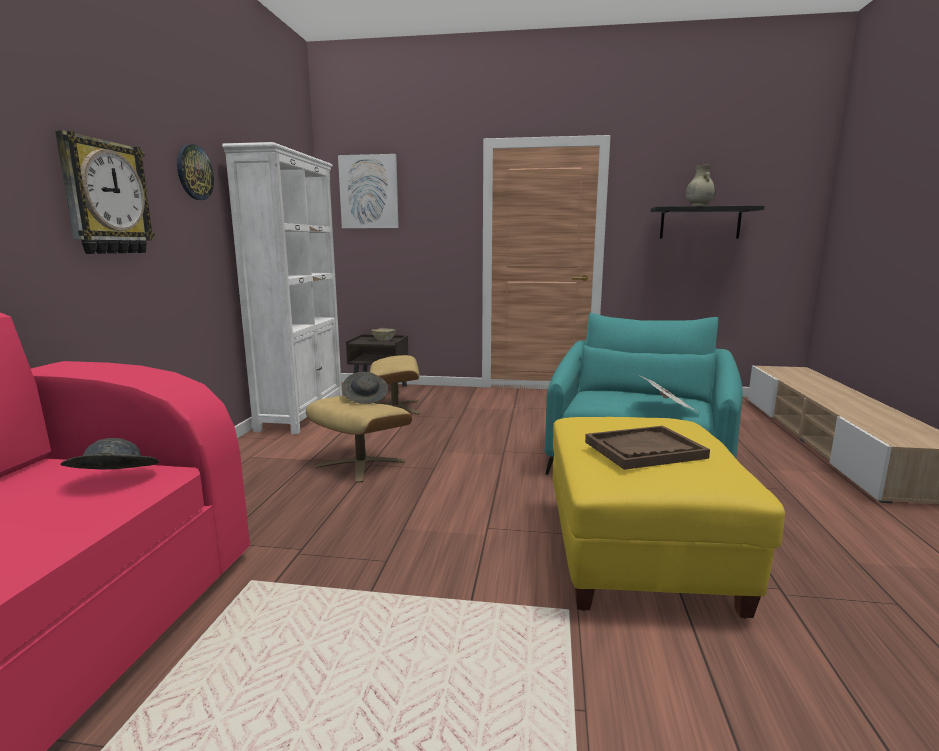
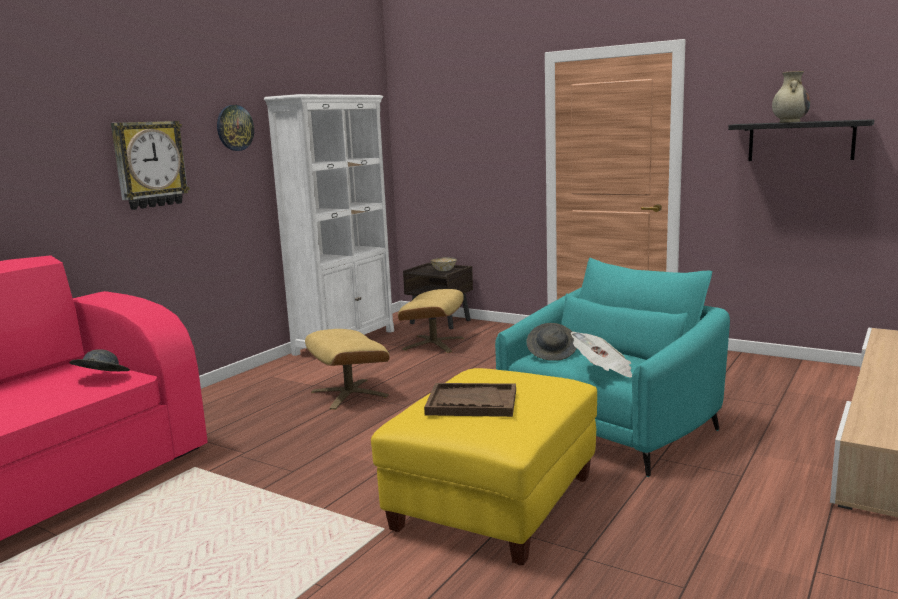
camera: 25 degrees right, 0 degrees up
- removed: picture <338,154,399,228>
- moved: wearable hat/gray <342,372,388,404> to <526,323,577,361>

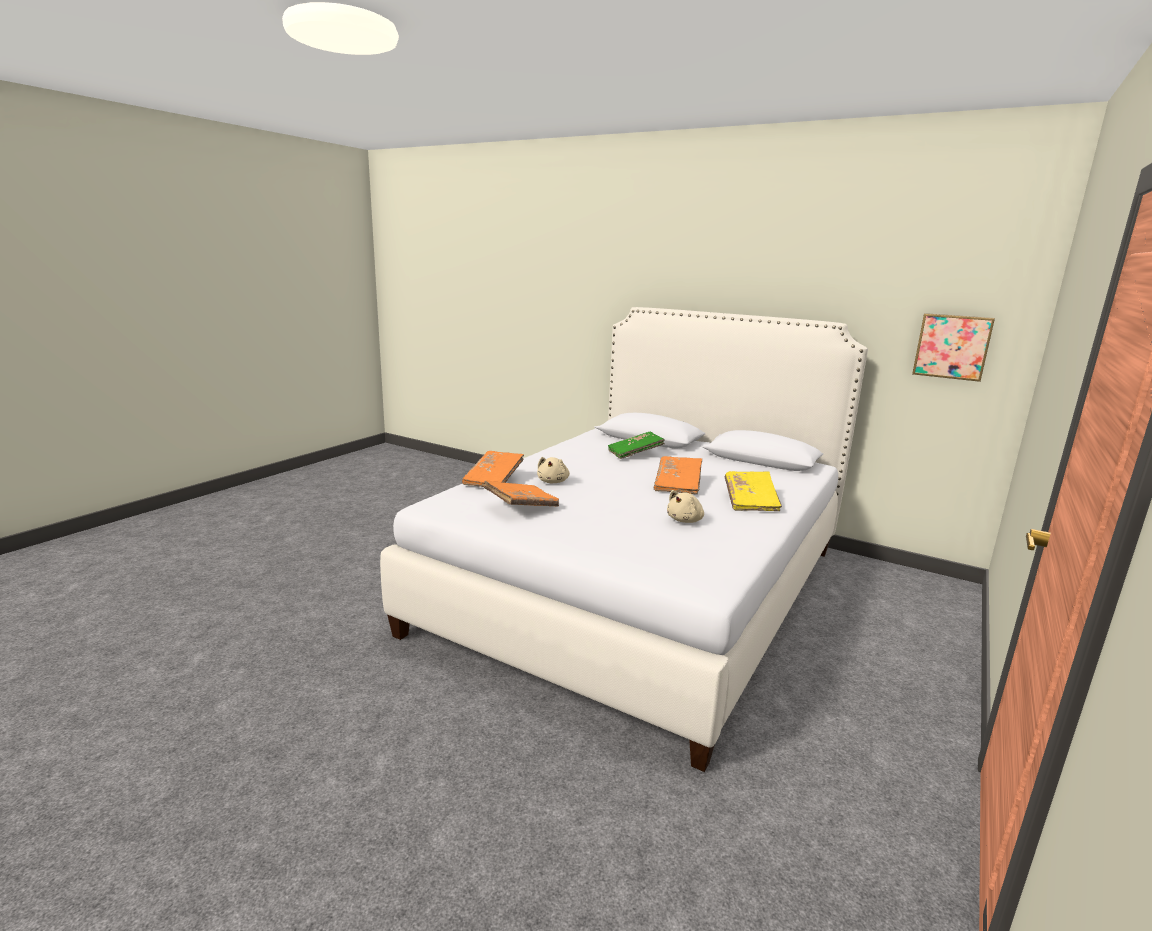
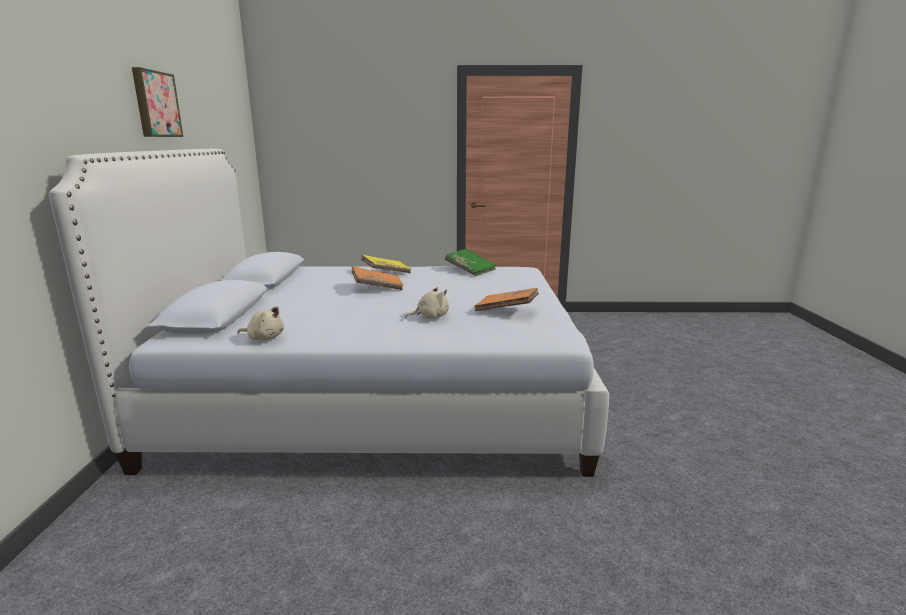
camera: 120 degrees left, 0 degrees up
- moved: picture <912,313,995,382> to <132,67,183,137>
- moved: bound book/green <608,432,665,459> to <445,249,497,276>
- removed: bound book/orange-coloured <462,451,524,487>
- moved: cuddly toy/sand-coloured <667,490,704,523> to <238,306,284,340>

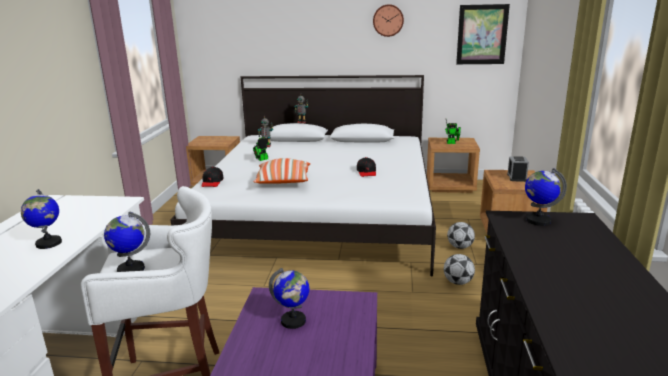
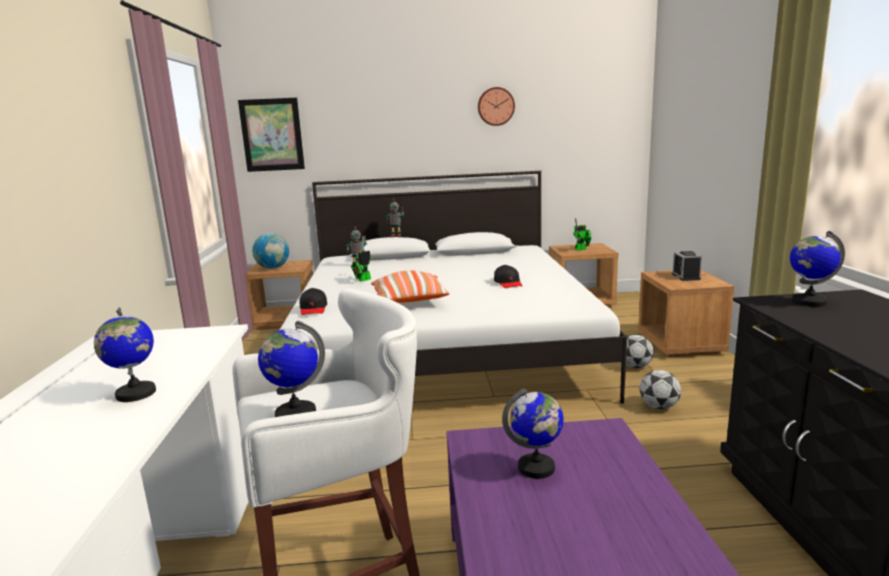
camera: 10 degrees left, 5 degrees down
- moved: picture <456,4,510,64> to <238,98,305,172>
- added: desk globe <252,233,289,269>

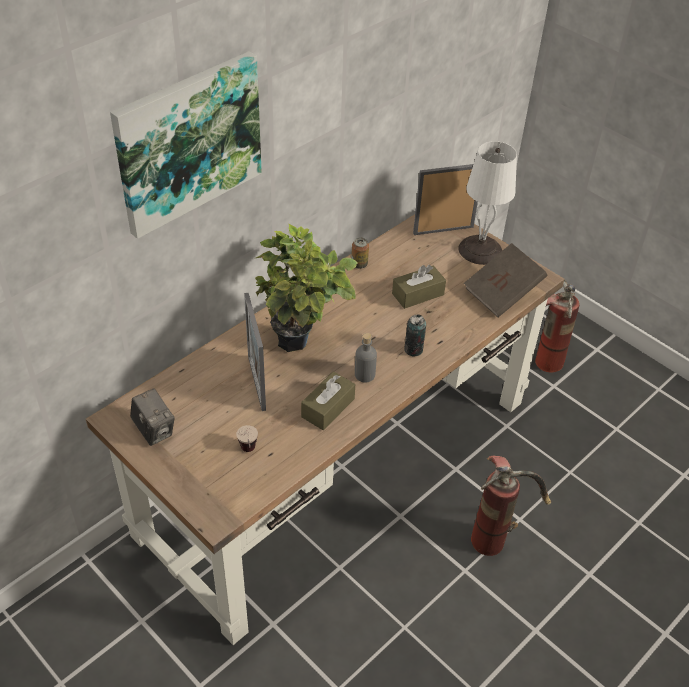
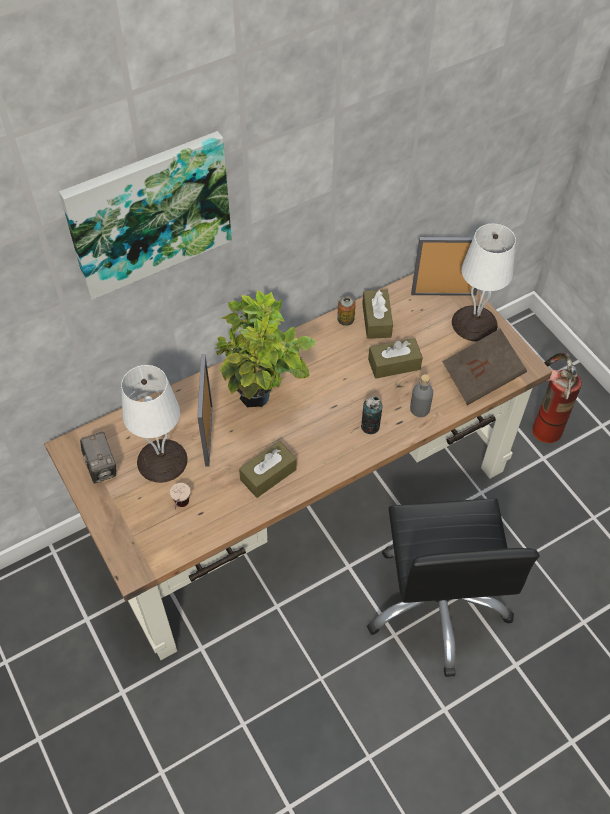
camera: 15 degrees right, 10 degrees up
- moved: bottle/gray <355,333,377,383> to <410,374,433,417>
- replaced: fire-fighting cylinder <471,456,551,556> to computer chair/blackish <367,498,540,677>
- added: box of tissues/brownish <362,289,393,339>
- added: tabletop lamp/white <121,365,187,483>

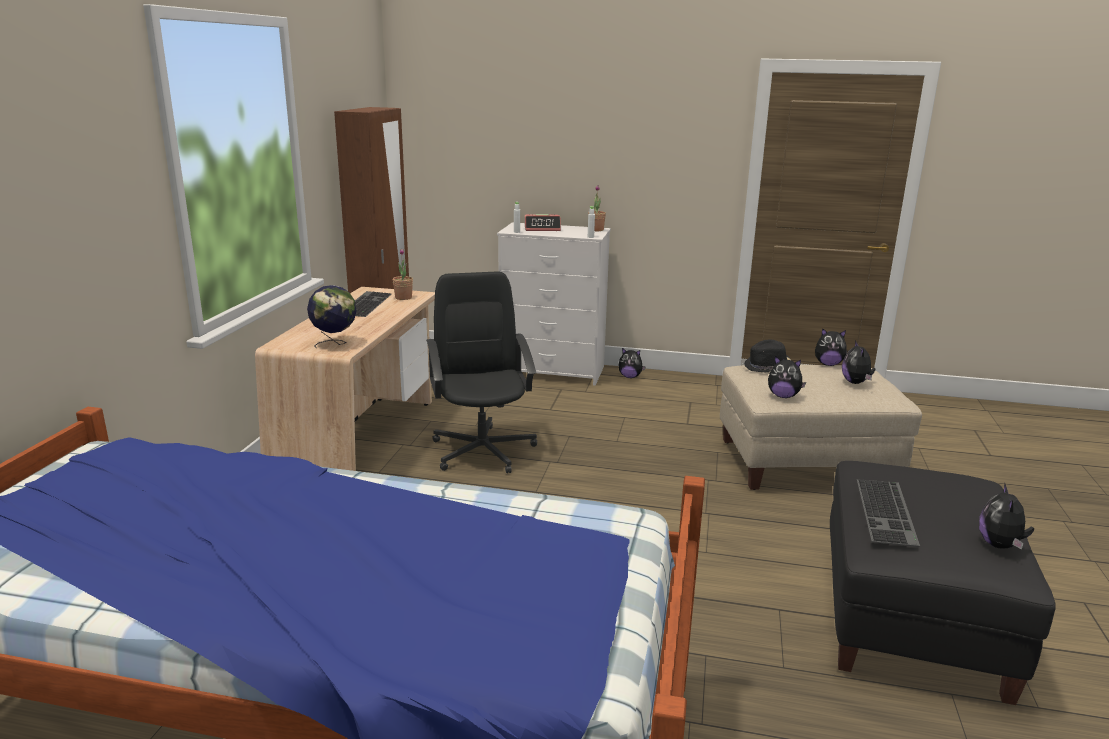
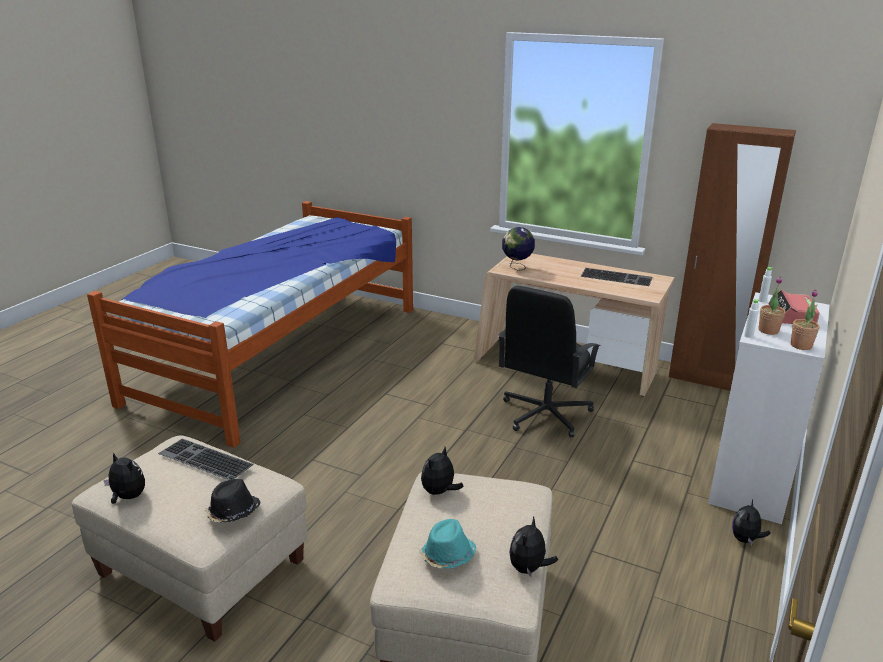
camera: 105 degrees right, 5 degrees up
- moved: houseplant <393,248,413,300> to <758,276,786,335>
- turned: computer chair/blackish <426,271,537,473> = <498,286,601,438> 120 degrees clockwise
- moved: wearable hat/blackish <744,339,791,373> to <205,479,261,523>
- replaced: cuddly toy <842,340,876,384> to wearable hat/blue-green <419,519,476,569>
- recoloured: footrest/blackish <830,461,1056,705> to footrest/sand-coloured <71,435,307,642>

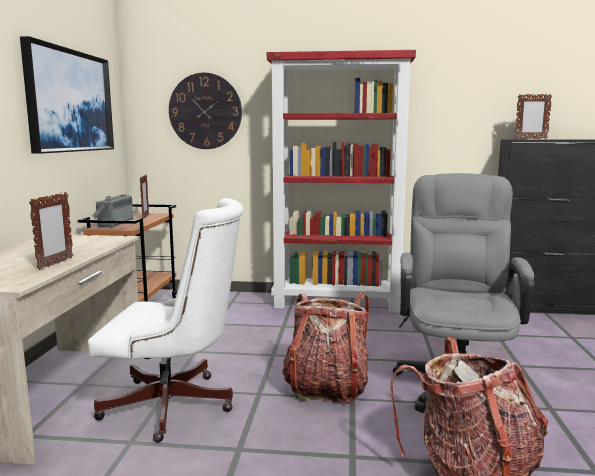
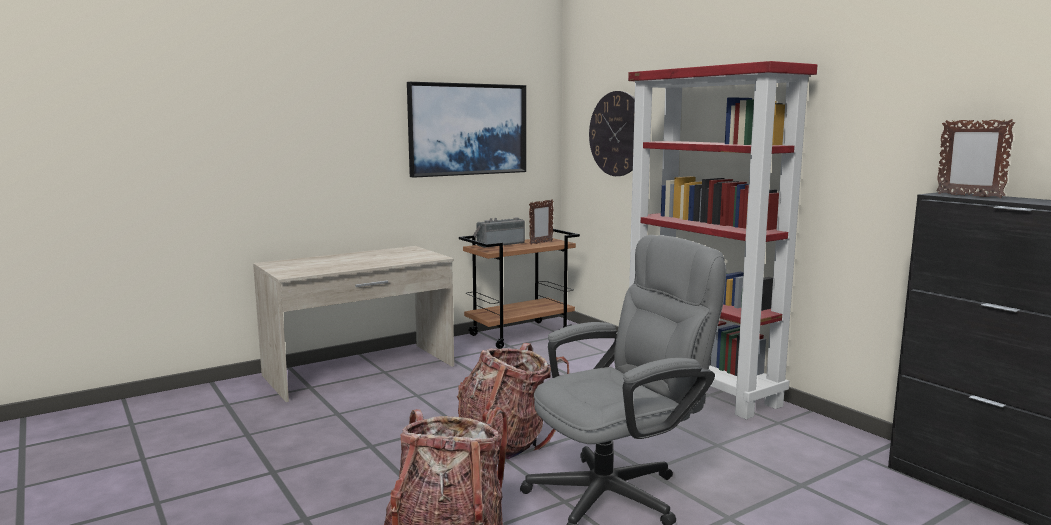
camera: 50 degrees right, 0 degrees up
- removed: standing frame <29,192,73,270>
- removed: computer chair/white <88,198,243,443>

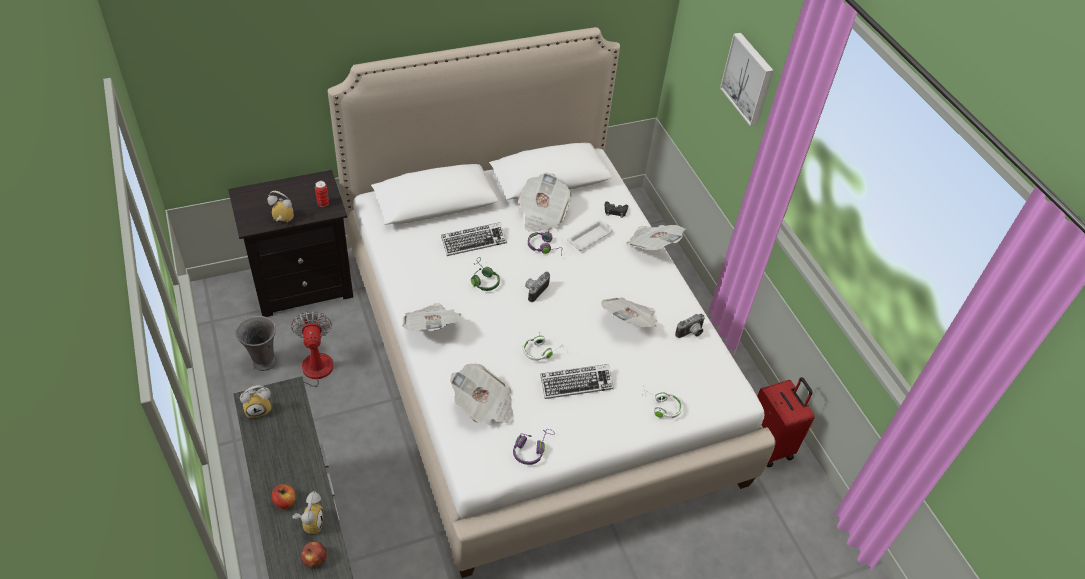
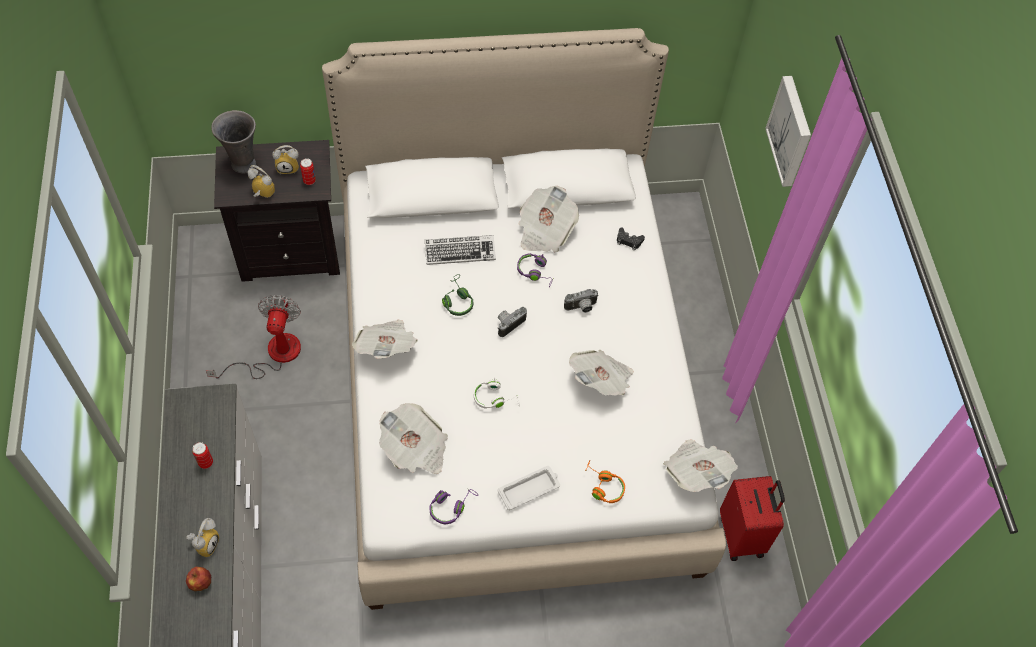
camera: 15 degrees right, 10 degrees up
- moved: serving tray/white <567,220,613,251> to <497,466,560,510>
- moved: daily paper <627,225,686,250> to <663,439,738,492>
- moved: still camera <675,314,705,338> to <564,289,599,313>
- moved: flower vase/gray <235,316,276,371> to <211,110,256,174>
- removed: keyboard <540,364,614,399>
- moved: table clock <240,385,271,418> to <272,145,299,174>
- recoloured: headset/white <642,386,683,418> to headset/orange-coloured <585,460,625,503>
- removed: apple <271,484,296,509>
- added: sealed can <192,442,213,469>

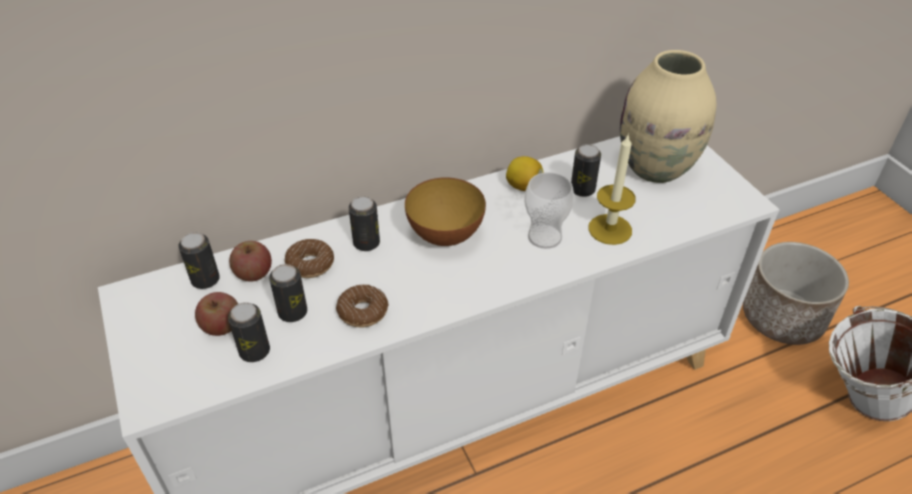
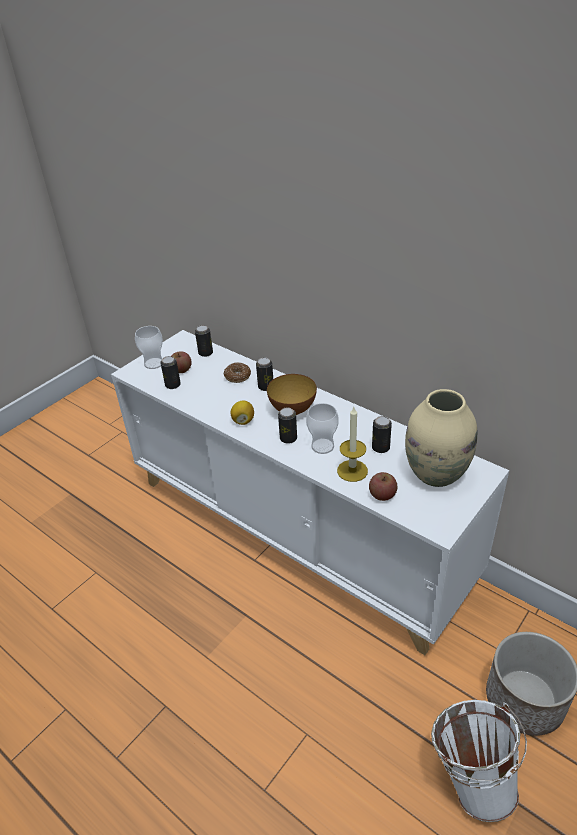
camera: 65 degrees right, 5 degrees down
- moved: citrus fruit <506,156,543,191> to <230,400,254,425>
- moved: apple <229,241,272,282> to <369,472,397,501>
- moved: sealed can <269,264,307,322> to <278,408,297,444>
- removed: doughnut <336,284,389,327>
- added: small cup <135,326,163,369>

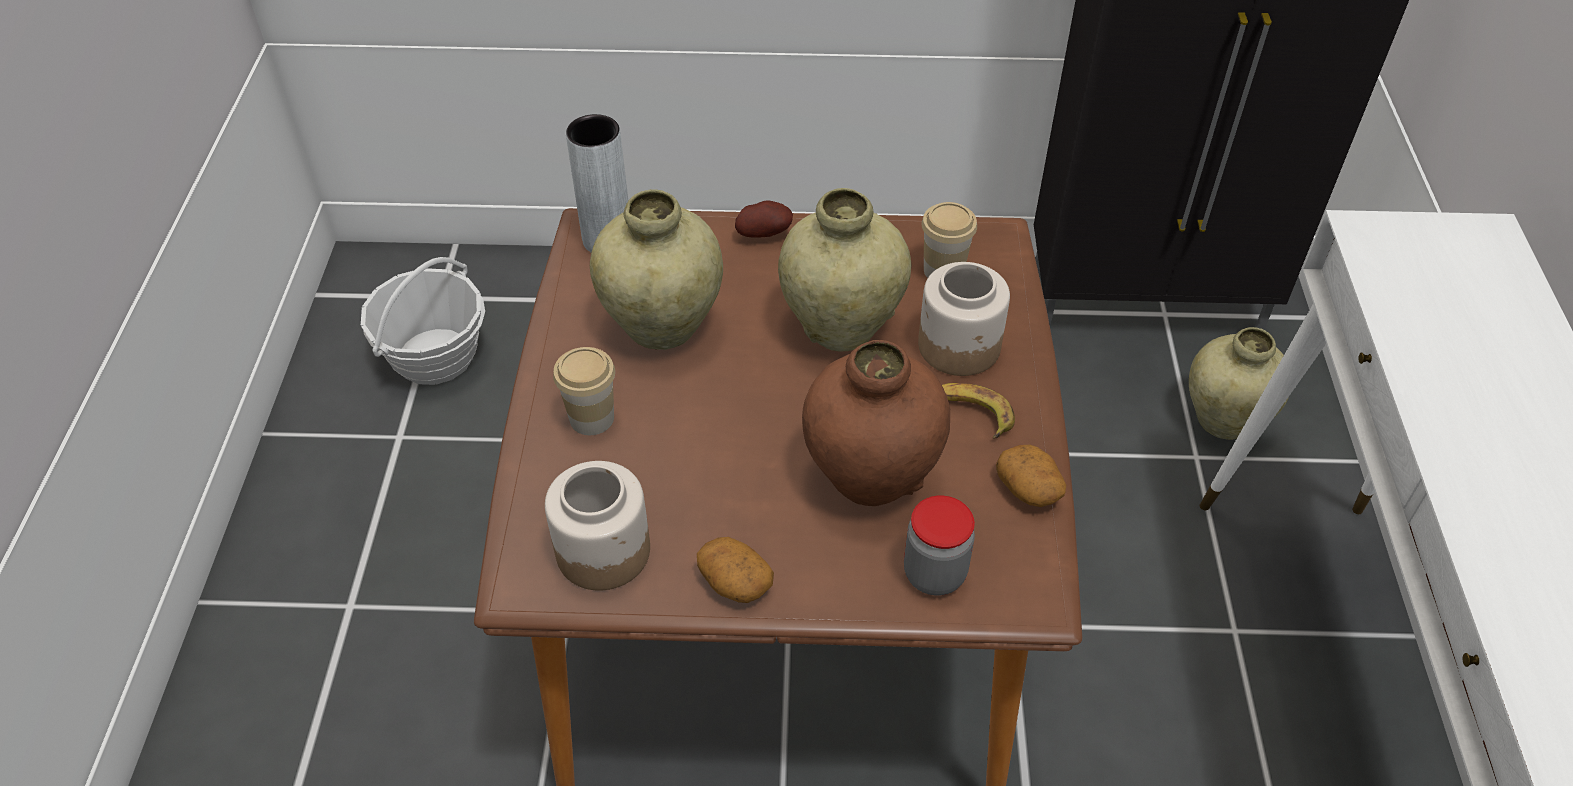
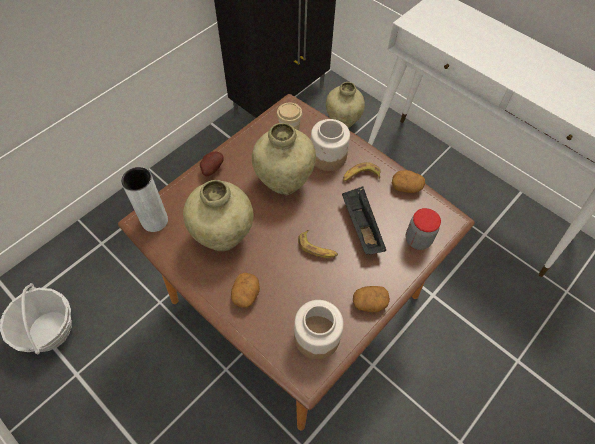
camera: 50 degrees left, 10 degrees up
- replaced: flower vase/brownish <802,340,950,506> to serving tray/blackish <342,187,386,255>
- replaced: small cup <553,347,615,435> to potato <231,272,260,308>
- added: whole banana <298,230,338,258>

